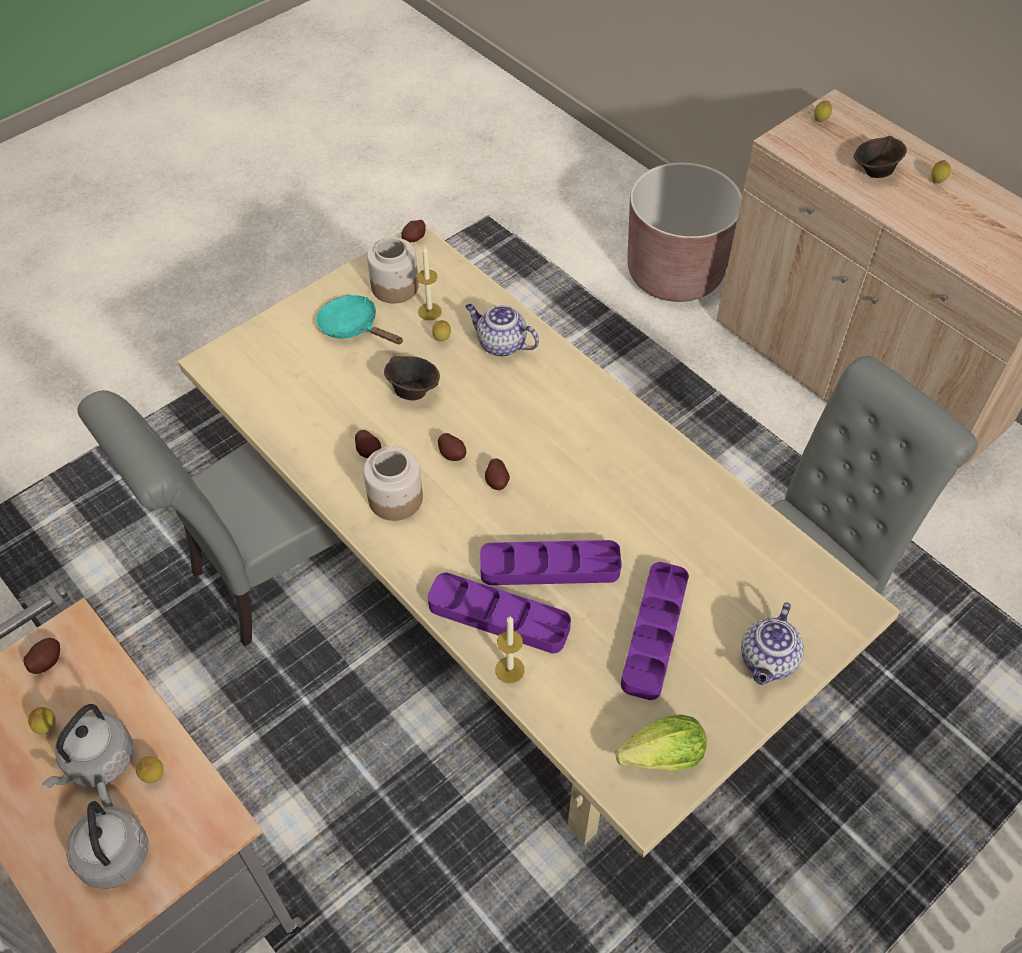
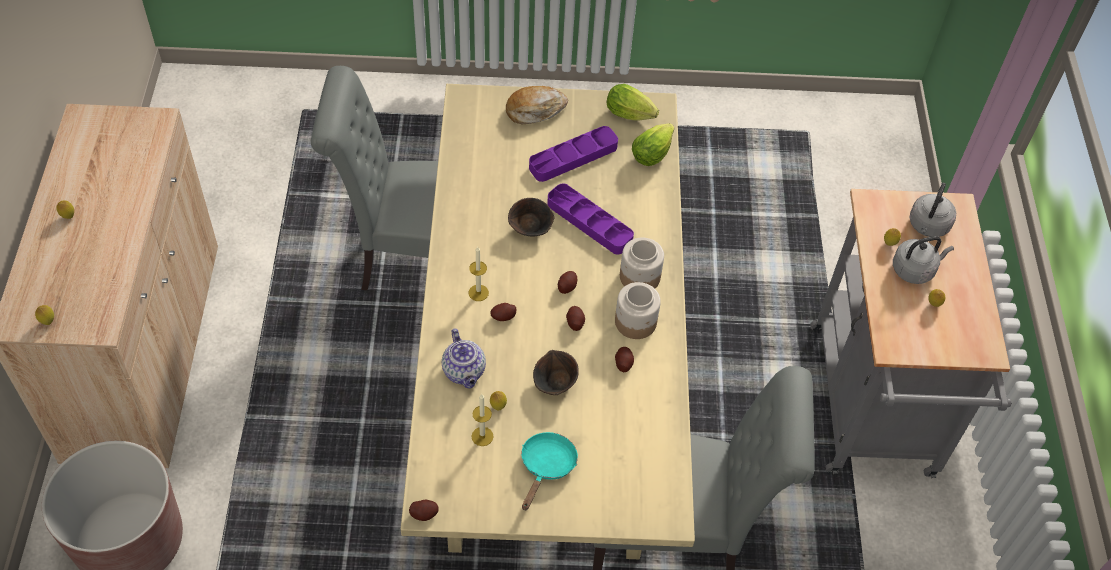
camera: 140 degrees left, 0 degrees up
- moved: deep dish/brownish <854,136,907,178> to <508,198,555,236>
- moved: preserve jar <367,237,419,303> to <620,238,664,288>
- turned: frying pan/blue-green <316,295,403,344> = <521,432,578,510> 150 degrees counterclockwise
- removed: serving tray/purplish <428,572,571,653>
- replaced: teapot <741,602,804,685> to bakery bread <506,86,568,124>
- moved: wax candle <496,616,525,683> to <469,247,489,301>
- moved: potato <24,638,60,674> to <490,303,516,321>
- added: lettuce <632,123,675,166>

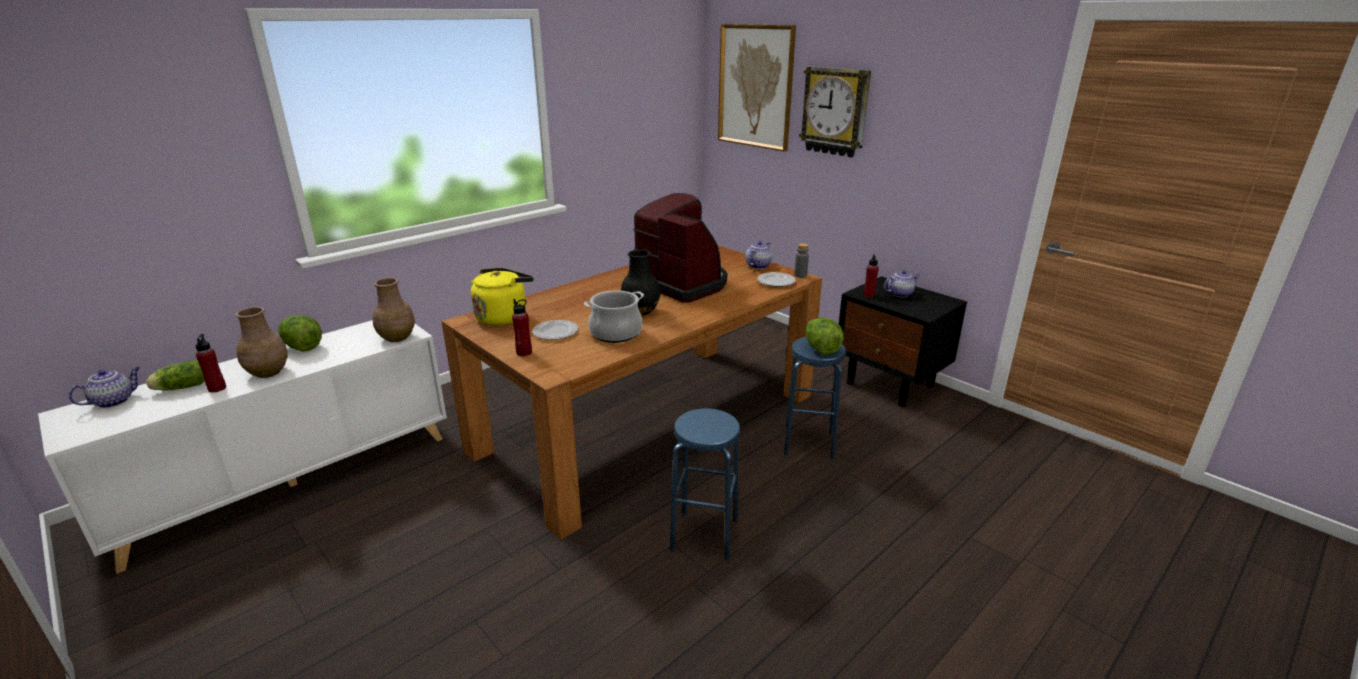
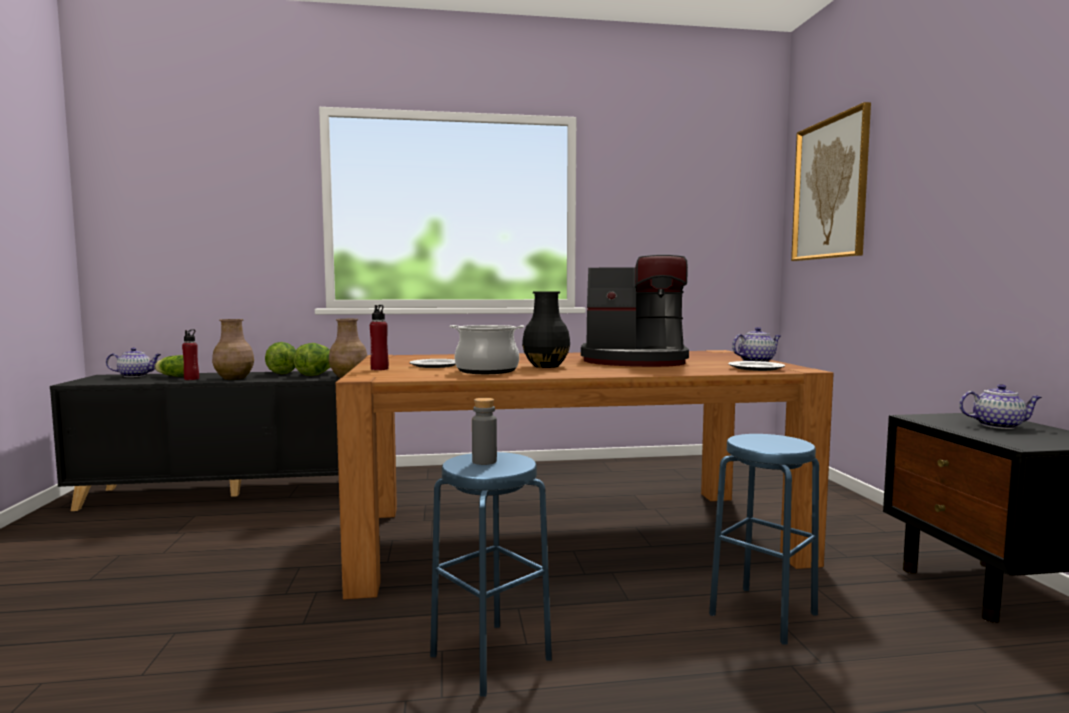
camera: 35 degrees right, 20 degrees down
- removed: clock on the wall <799,66,871,157>
- turned: coffee brewer <633,193,727,302> = <581,255,689,367> 105 degrees clockwise
- moved: bottle/gray <794,243,809,278> to <472,398,497,465>
- removed: bottle/red <863,254,879,298>
- removed: kettle/yellowish <471,268,534,325>
- moved: lettuce <806,318,844,355> to <293,343,330,376>
- recoloured: cupboard/white <38,320,447,574> to cupboard/blackish <50,371,340,511>

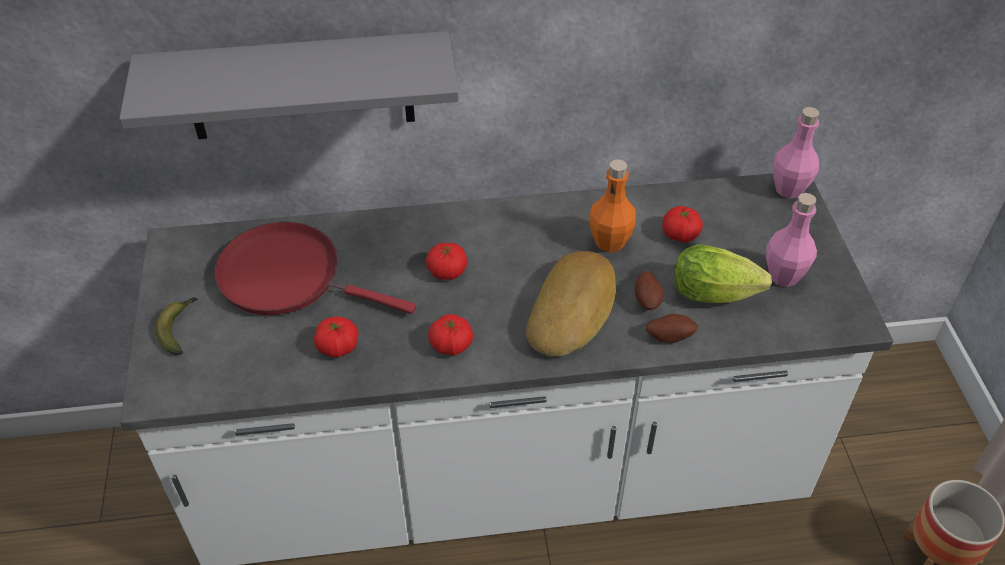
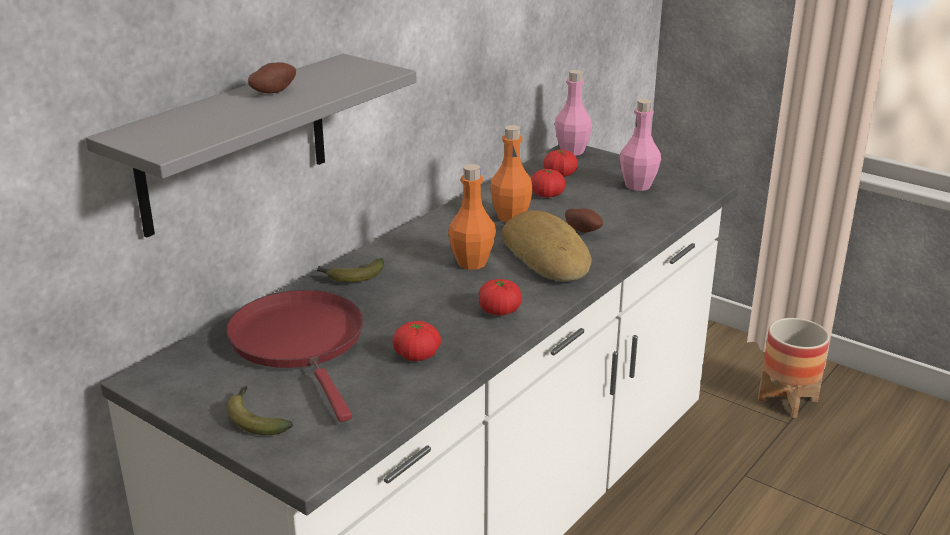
camera: 45 degrees left, 20 degrees down
- turned: frying pan/red <214,222,416,315> = <226,290,363,422> 90 degrees clockwise
- moved: fresh tomato <426,242,467,280> to <543,150,578,177>
- removed: lettuce <674,244,772,303>
- moved: potato <646,314,698,343> to <248,62,296,93>
- added: bottle/orange-coloured <448,164,496,270>
- added: whole banana <316,258,384,282>

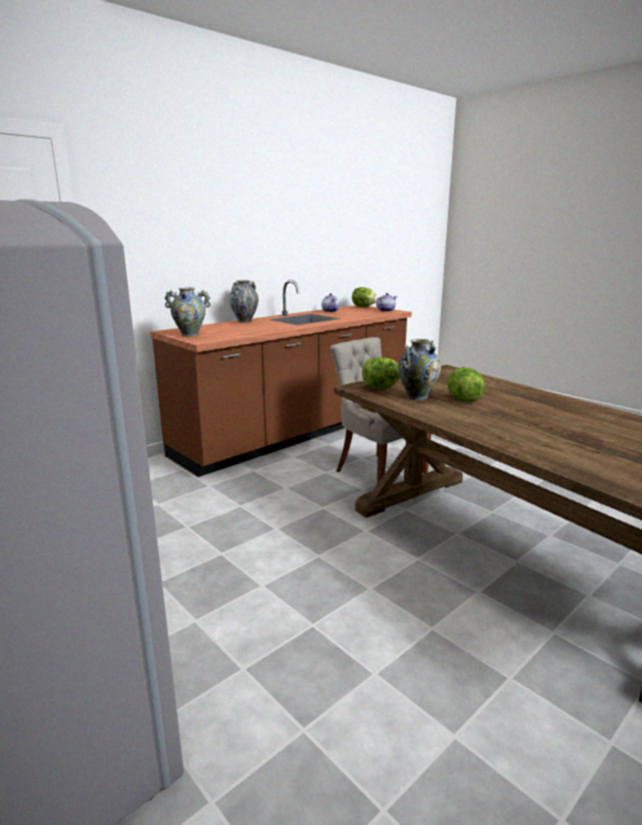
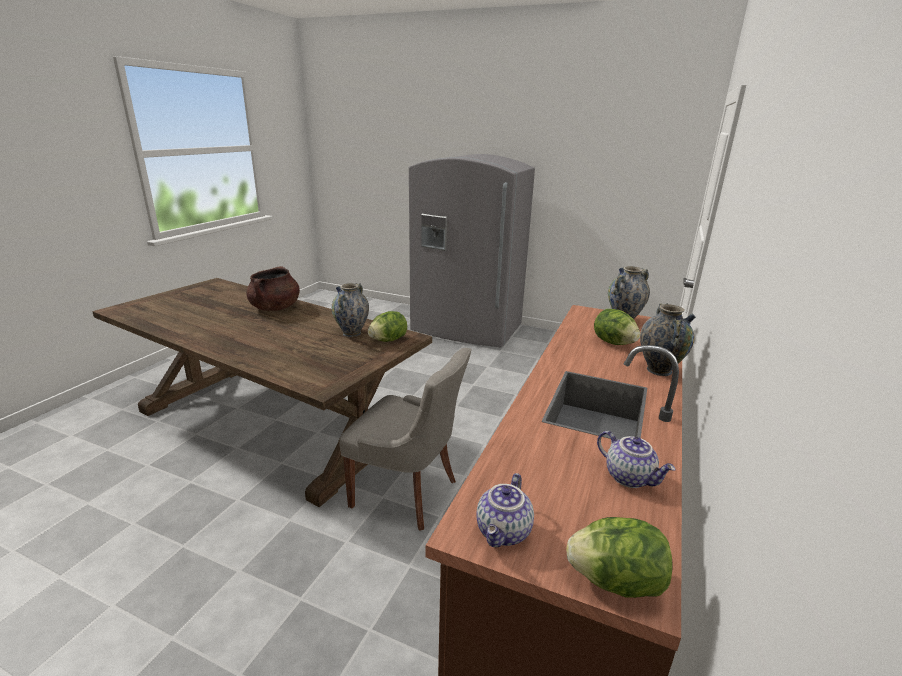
camera: 155 degrees right, 5 degrees up
- moved: lettuce <447,367,485,402> to <594,309,640,345>
- added: saucepot/brownish <246,266,300,311>

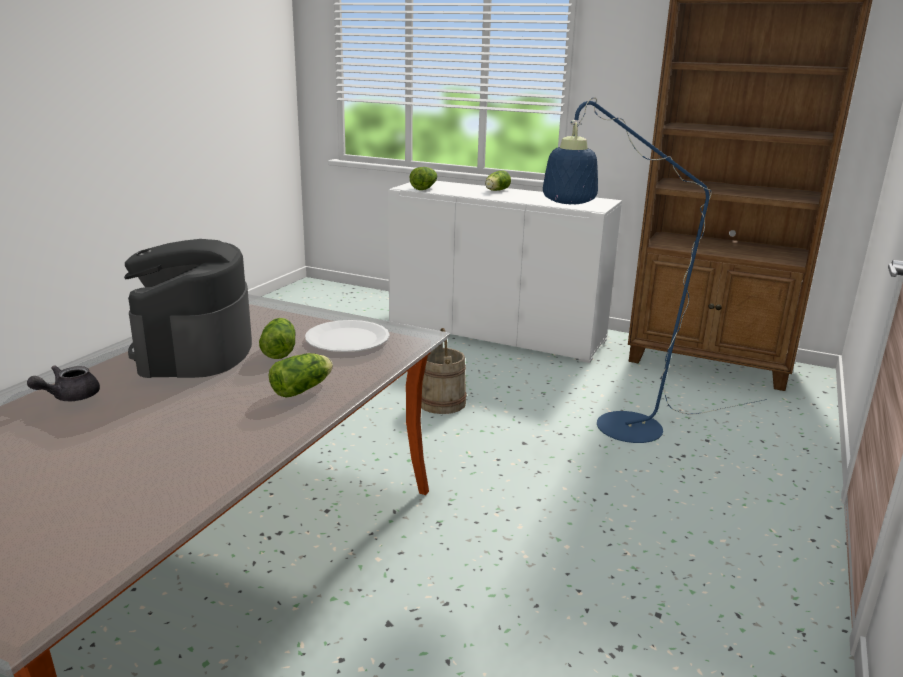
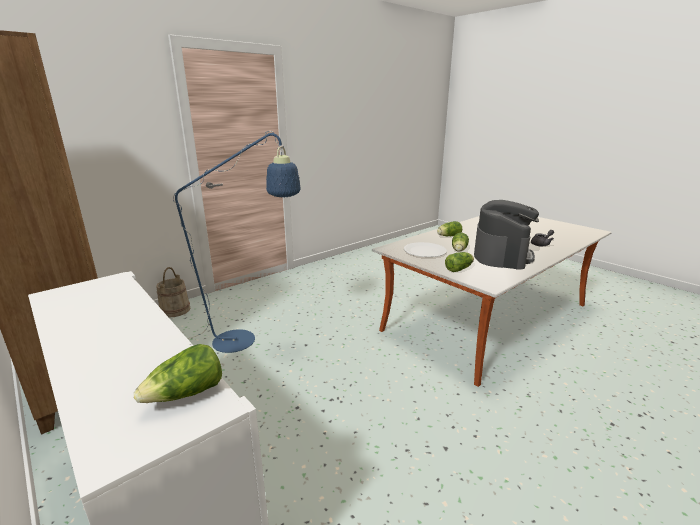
camera: 155 degrees left, 0 degrees up
- moved: lettuce <485,170,511,191> to <445,252,474,272>
- moved: pail/sand-coloured <421,328,467,414> to <156,267,190,318>

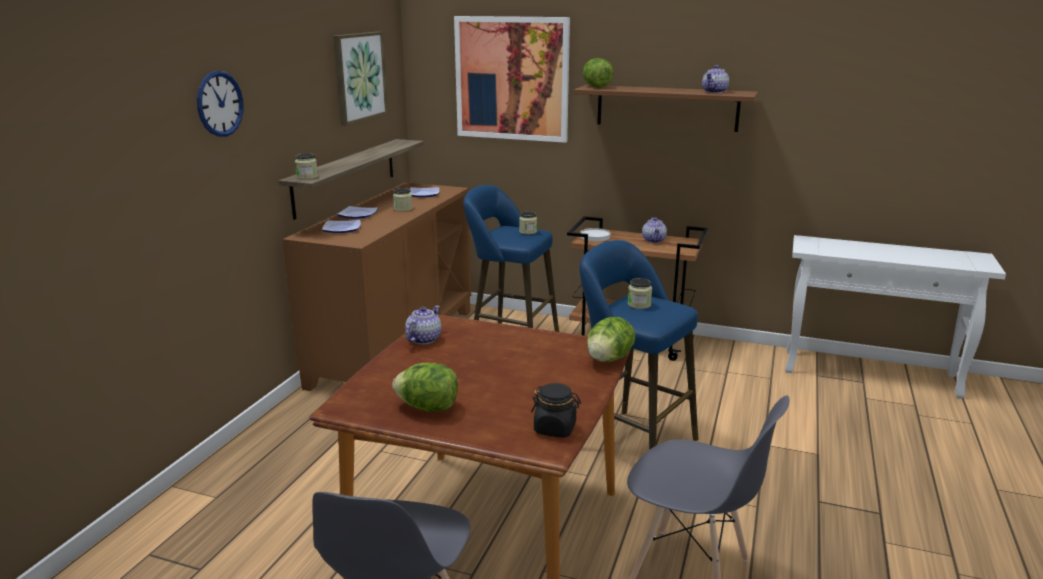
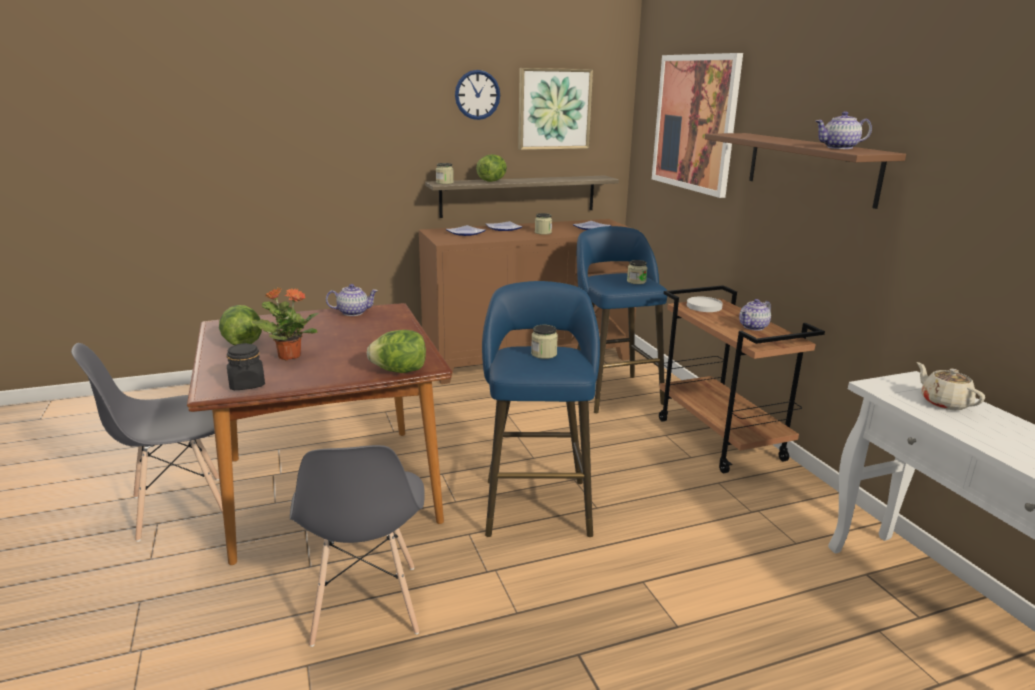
camera: 50 degrees right, 0 degrees up
- moved: lettuce <583,58,613,88> to <476,154,507,182>
- moved: clock on the wall <197,71,244,137> to <455,70,500,120>
- added: houseplant <252,287,319,360>
- added: teapot/sand-coloured <917,362,985,410>

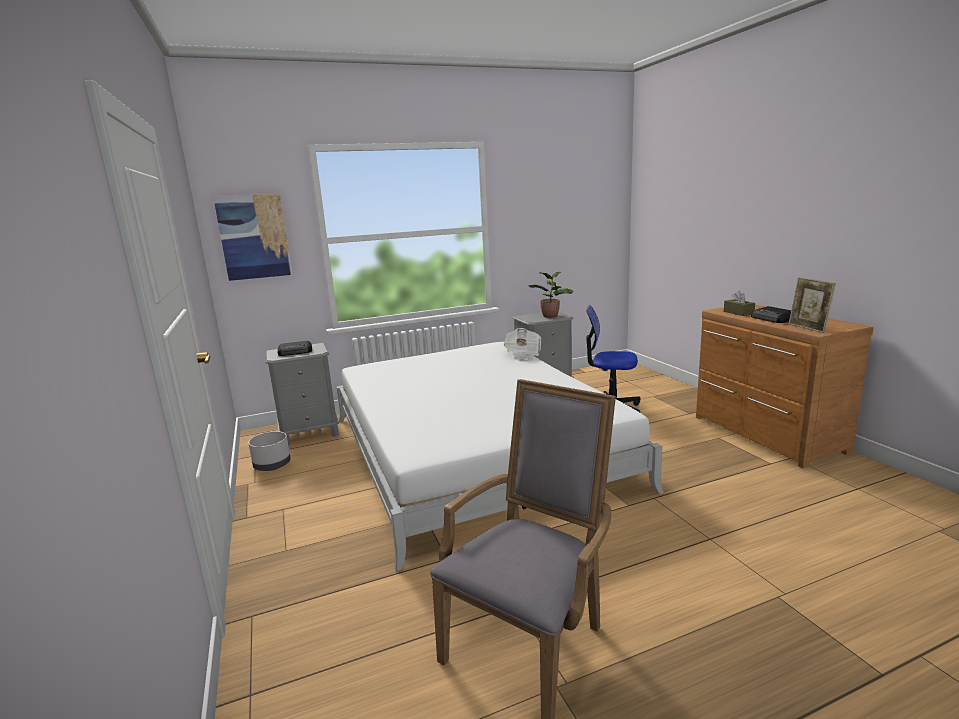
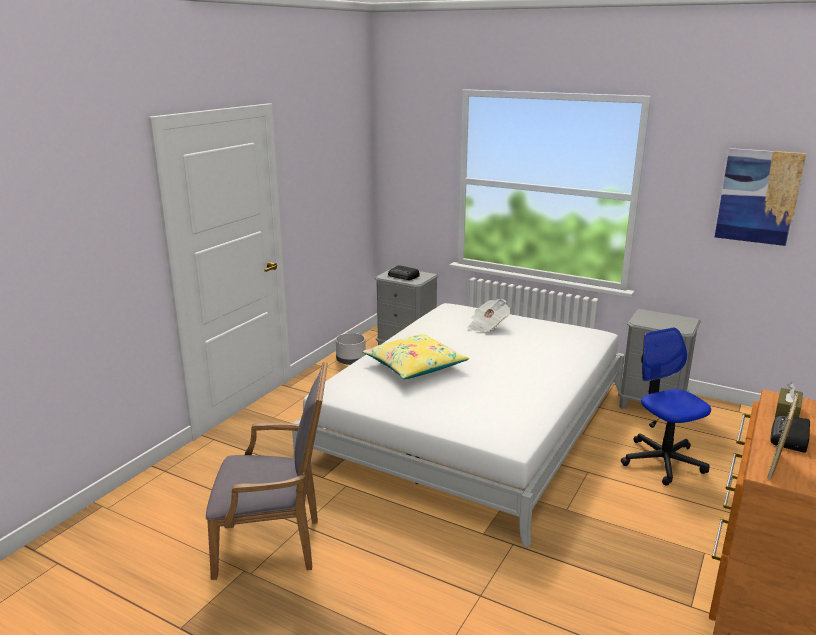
camera: 50 degrees right, 5 degrees up
- moved: picture <213,193,292,281> to <715,148,807,246>
- removed: houseplant <529,272,573,318>
- moved: daily paper <504,328,541,361> to <468,299,511,332>
- added: pillow/yellowish <363,334,469,379>

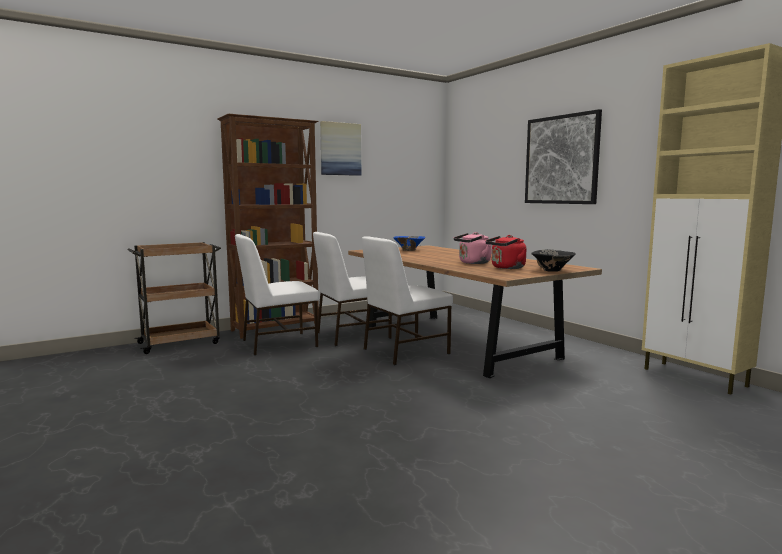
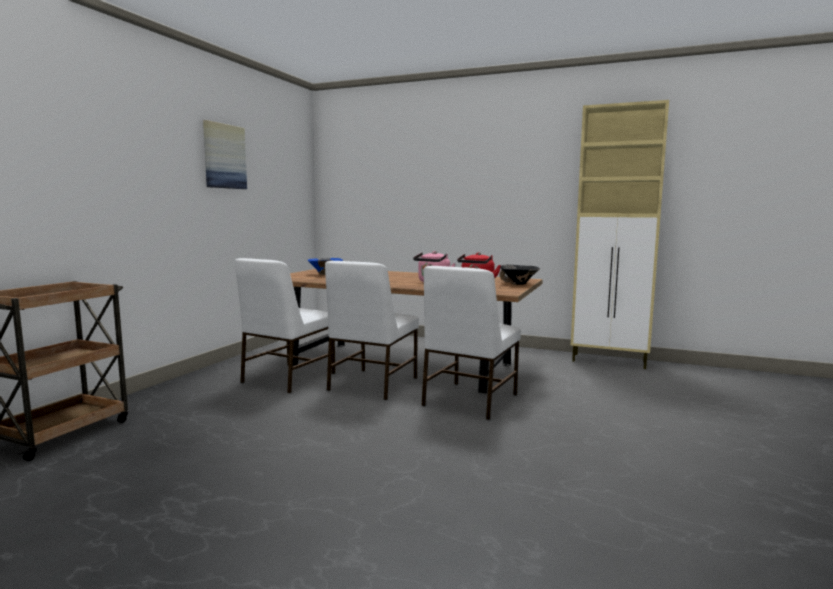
camera: 35 degrees left, 0 degrees up
- removed: picture <525,109,602,204>
- removed: bookshelf/brownish <217,114,319,339>
- moved: chair/white <235,234,319,355> to <421,266,521,420>

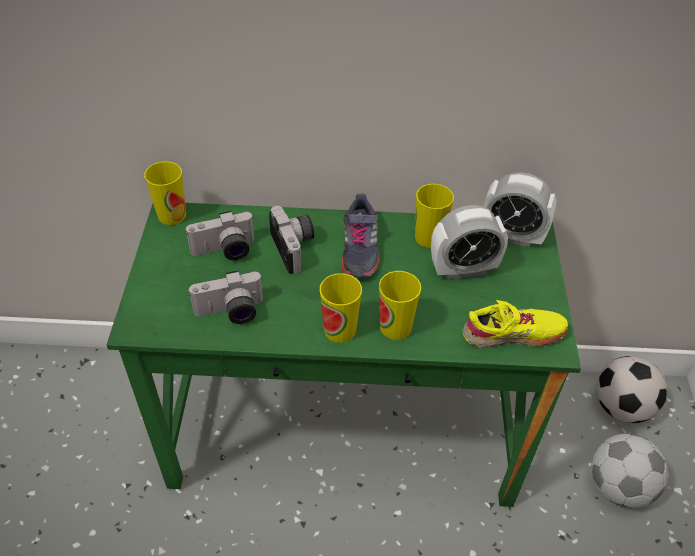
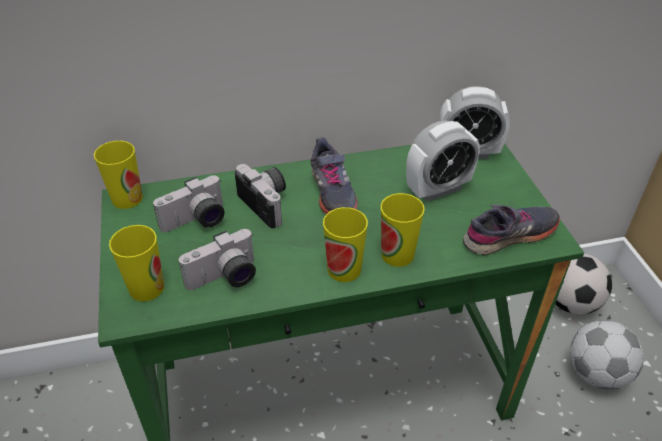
camera: 15 degrees left, 5 degrees down
- moved: small cup <415,184,454,248> to <109,225,164,301>
- recoloured: shoe/yellowish <463,300,568,348> to shoe/gray <463,205,560,255>

